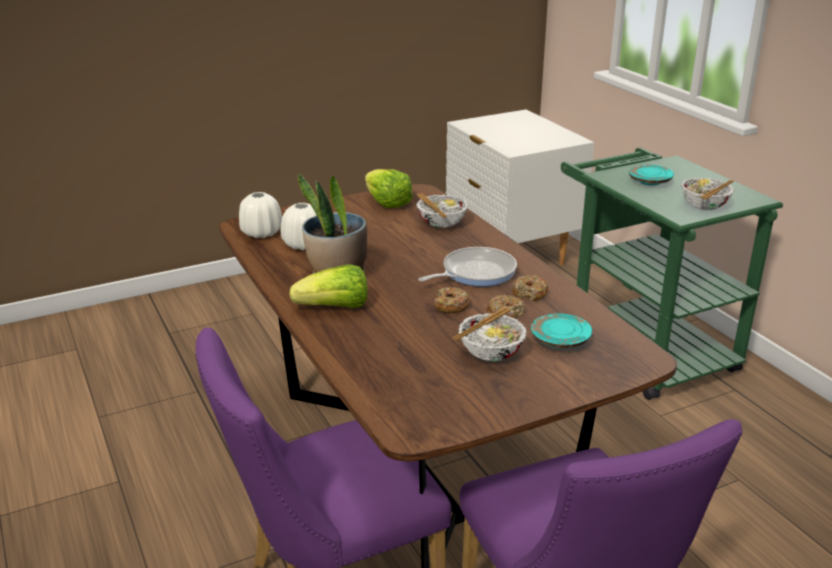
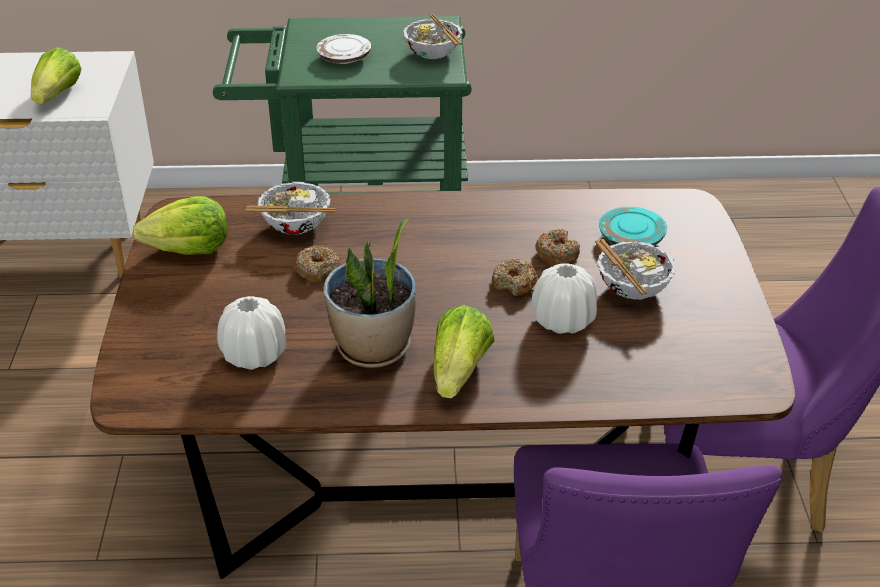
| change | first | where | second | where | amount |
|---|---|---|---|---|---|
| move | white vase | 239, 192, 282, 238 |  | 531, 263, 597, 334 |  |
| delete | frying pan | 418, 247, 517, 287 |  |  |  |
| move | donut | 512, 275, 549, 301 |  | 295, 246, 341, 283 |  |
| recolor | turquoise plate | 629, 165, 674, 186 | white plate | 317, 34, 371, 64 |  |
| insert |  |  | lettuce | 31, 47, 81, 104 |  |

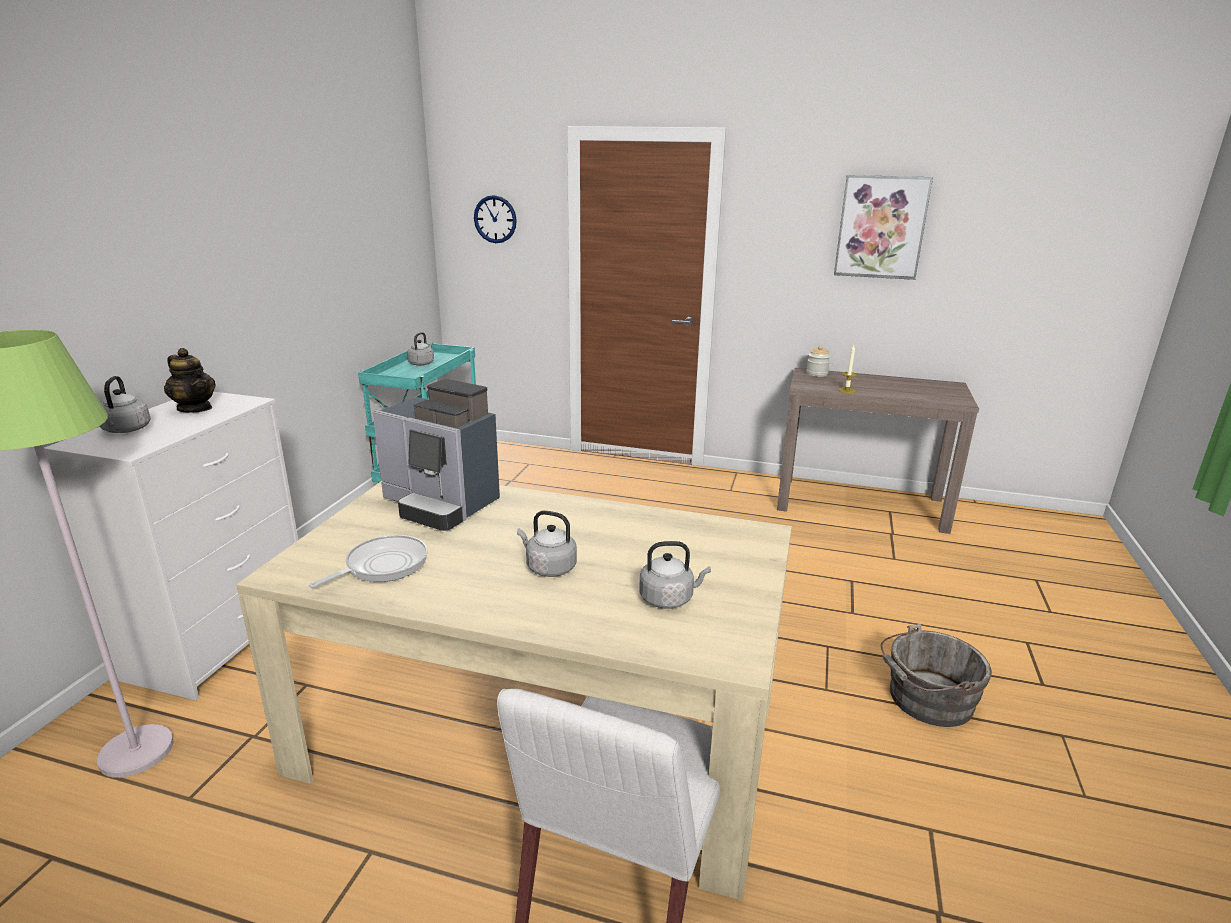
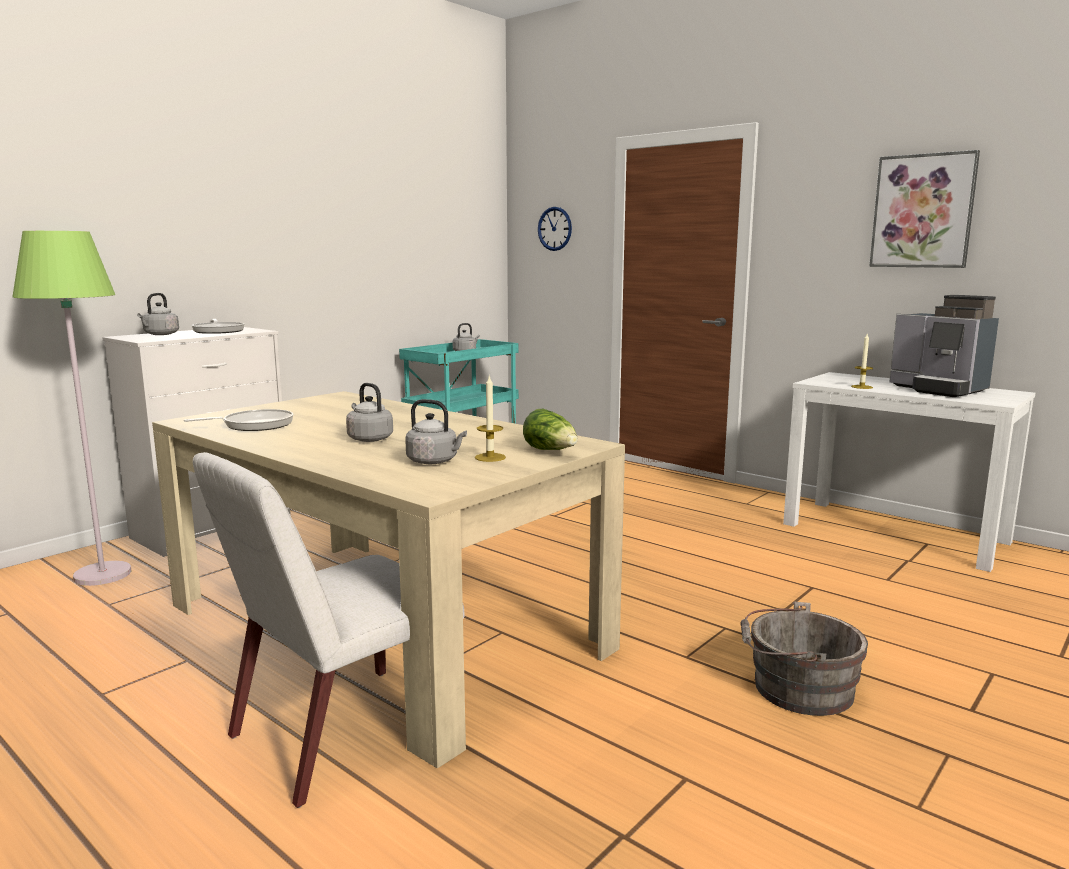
| change | first | where | second | where | amount |
|---|---|---|---|---|---|
| replace | teapot | 164, 348, 216, 413 | frying pan | 192, 319, 244, 334 |  |
| move | coffee machine | 373, 379, 500, 531 |  | 890, 295, 999, 397 |  |
| recolor | brown console table | 777, 368, 979, 534 | white console table | 783, 372, 1035, 572 |  |
| delete | jar | 806, 346, 830, 377 |  |  |  |
| insert |  |  | candle | 475, 376, 506, 462 |  |
| insert |  |  | lettuce | 523, 409, 578, 450 |  |

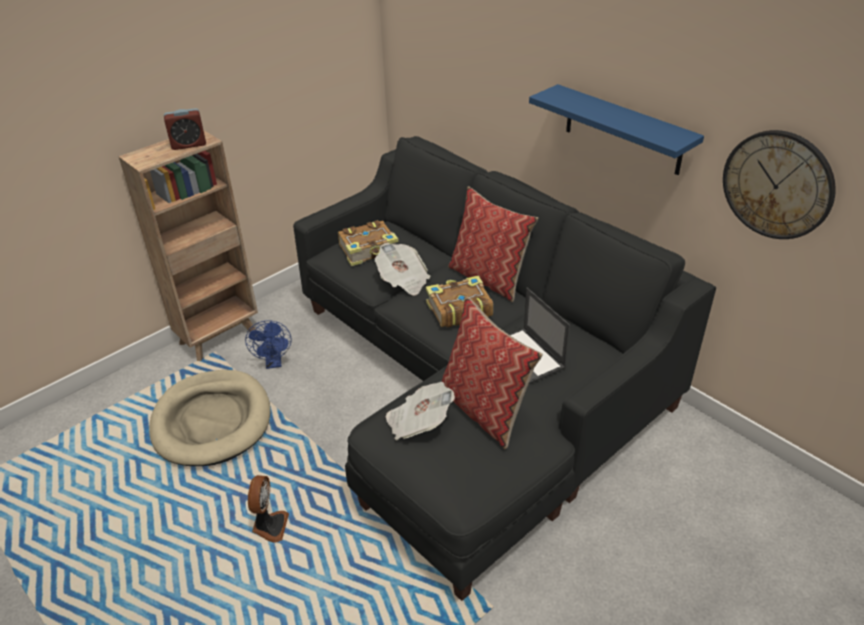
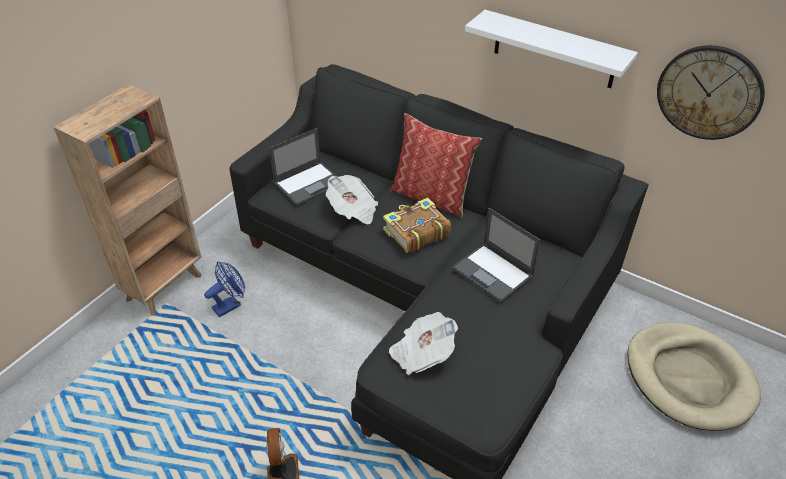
| change | first | where | second | where | amount |
|---|---|---|---|---|---|
| move | beige dog bed | 149, 370, 270, 466 |  | 627, 322, 761, 431 |  |
| delete | alarm clock | 164, 108, 206, 150 |  |  |  |
| rotate | blue fan | 245, 320, 292, 369 |  | 204, 261, 245, 317 | 105 degrees counterclockwise |
| replace | book | 338, 220, 399, 266 | laptop | 269, 128, 337, 206 |  |
| delete | pillow | 441, 296, 543, 449 |  |  |  |
| recolor | blue shelf | 529, 84, 704, 175 | white shelf | 465, 10, 638, 88 |  |

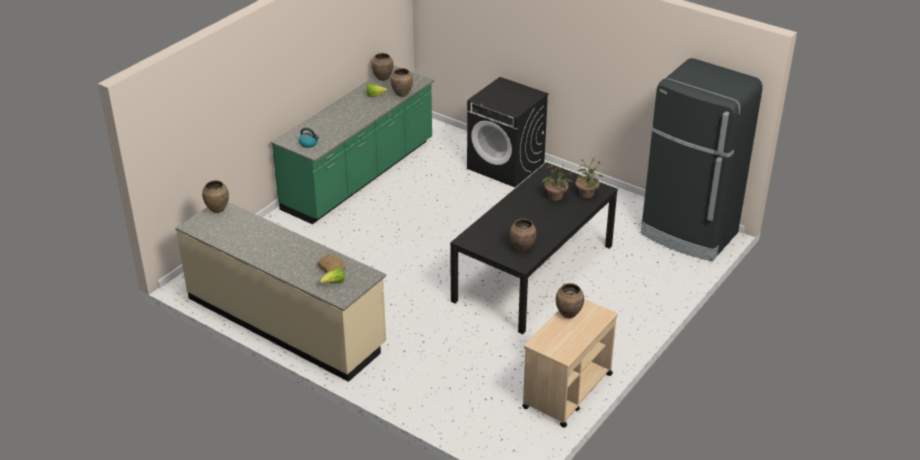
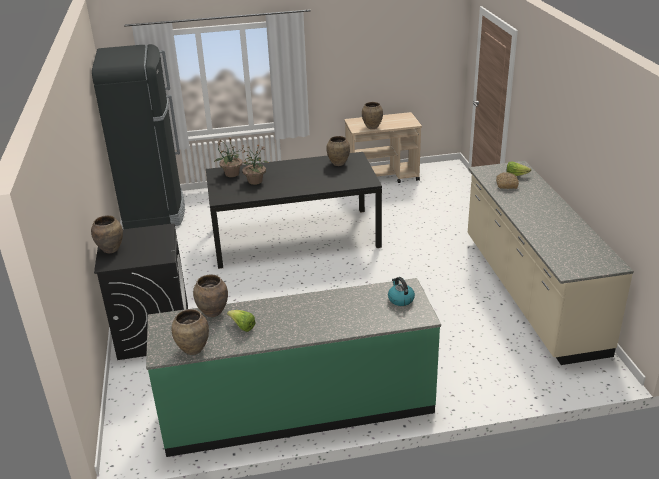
| change | first | where | second | where | amount |
|---|---|---|---|---|---|
| move | brown vase | 202, 180, 229, 213 |  | 91, 215, 123, 253 |  |

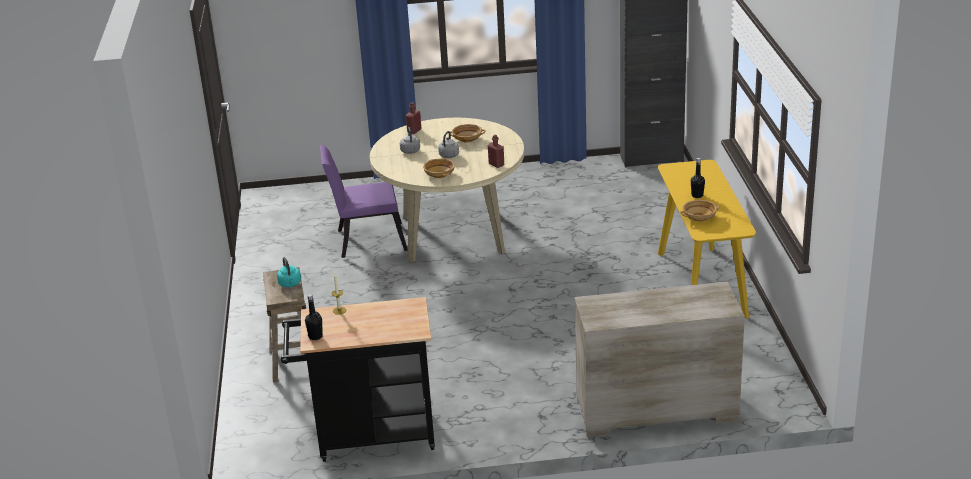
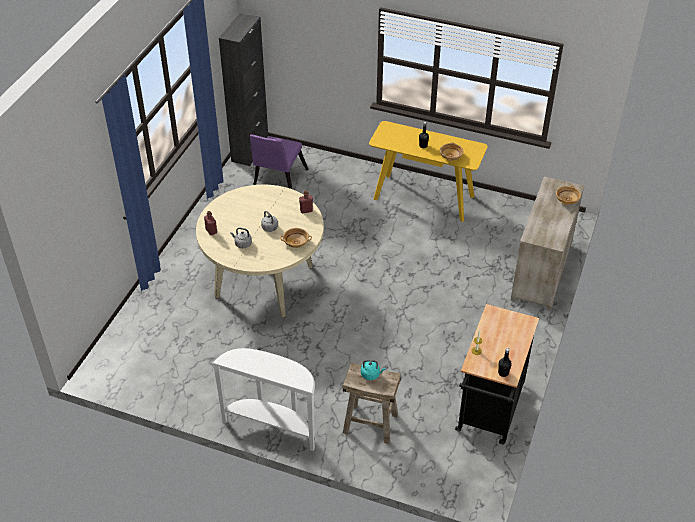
| change | first | where | second | where | amount |
|---|---|---|---|---|---|
| move | purple chair | 320, 145, 408, 258 |  | 250, 134, 308, 189 |  |
| move | beige bowl | 450, 124, 486, 143 |  | 556, 185, 581, 205 |  |
| insert |  |  | white console table | 212, 348, 315, 451 |  |

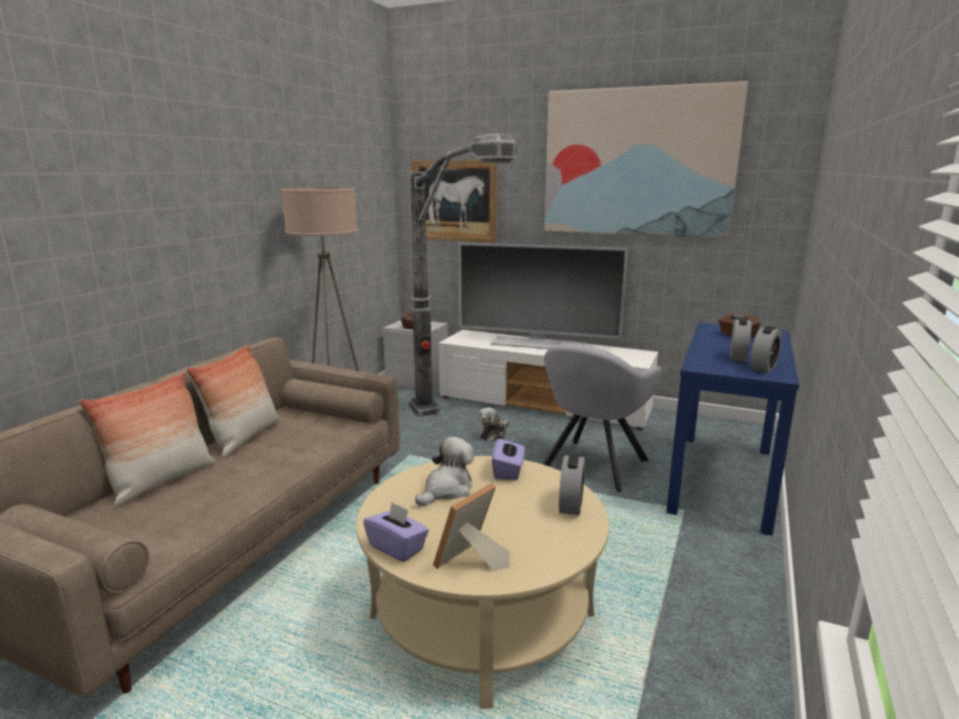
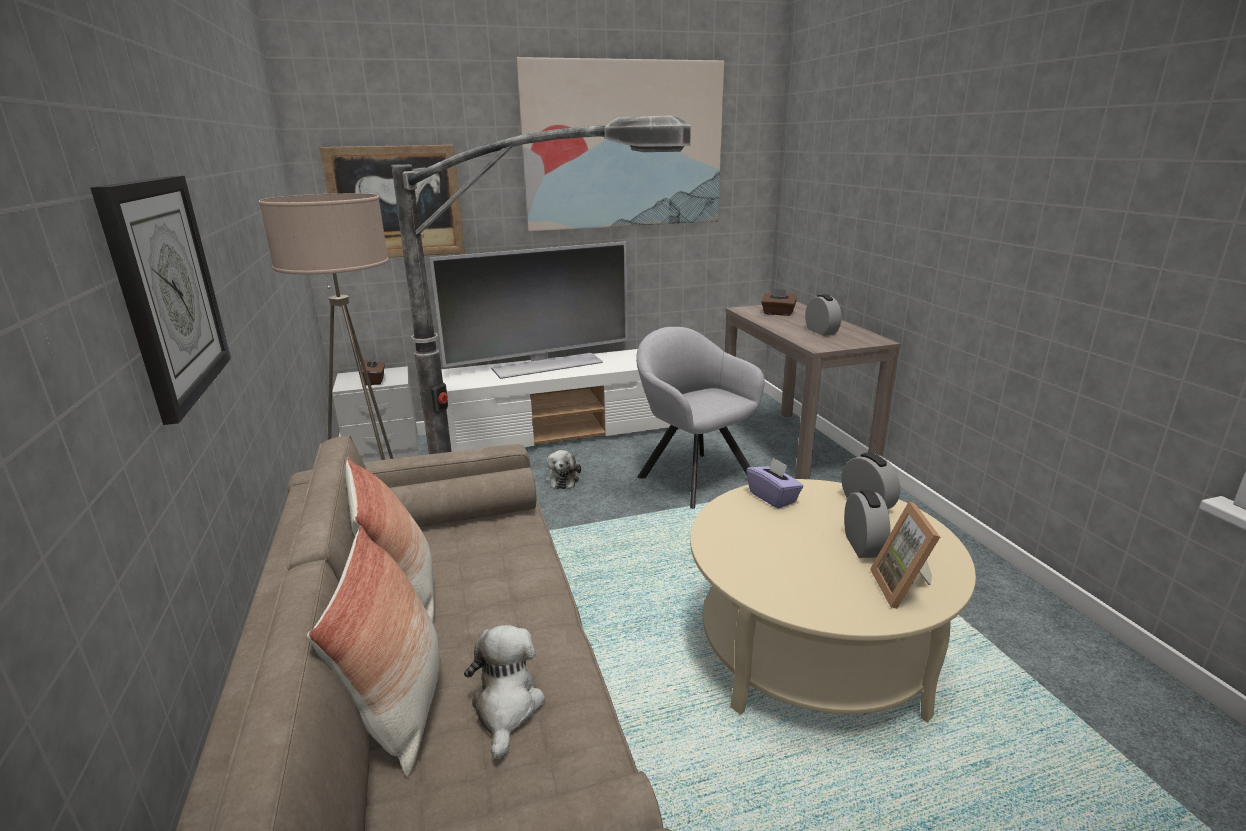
| change | first | where | second | where | amount |
|---|---|---|---|---|---|
| delete | purple tissue box | 363, 502, 429, 562 |  |  |  |
| move | plush toy | 415, 437, 474, 506 |  | 464, 625, 545, 760 |  |
| rotate | grey armchair | 543, 344, 662, 492 |  | 636, 327, 765, 509 | 150 degrees clockwise |
| recolor | blue console table | 666, 323, 799, 536 | brown console table | 725, 302, 901, 479 |  |
| move | alarm clock | 750, 326, 782, 373 |  | 844, 490, 891, 558 |  |
| insert |  |  | wall clock | 90, 176, 231, 425 |  |

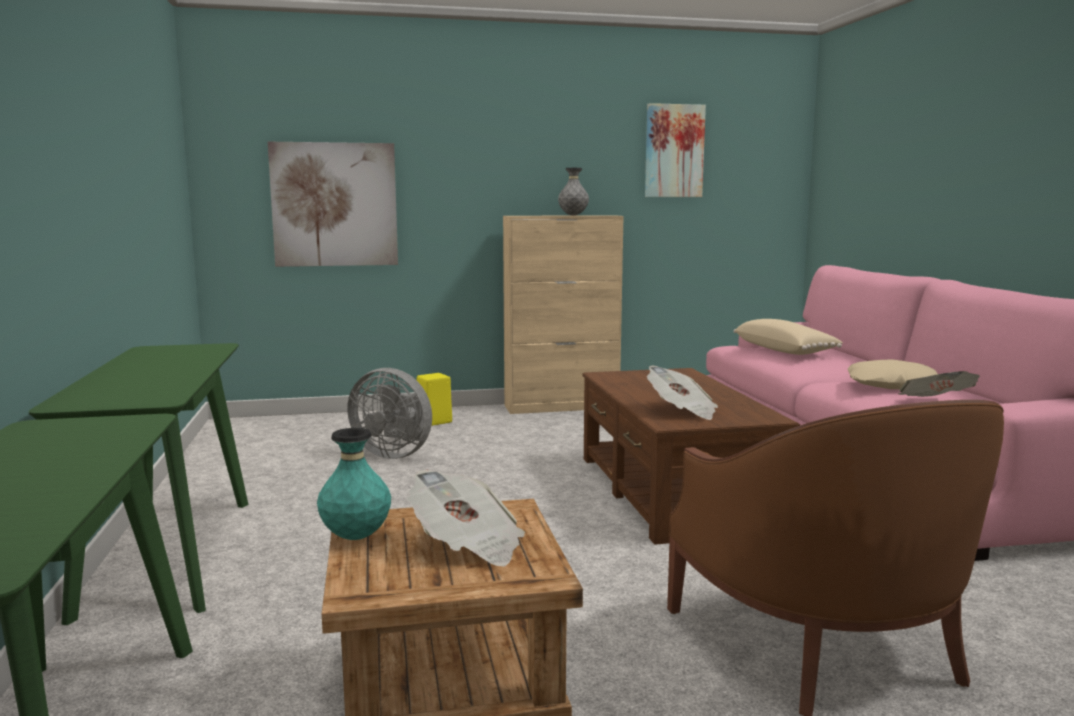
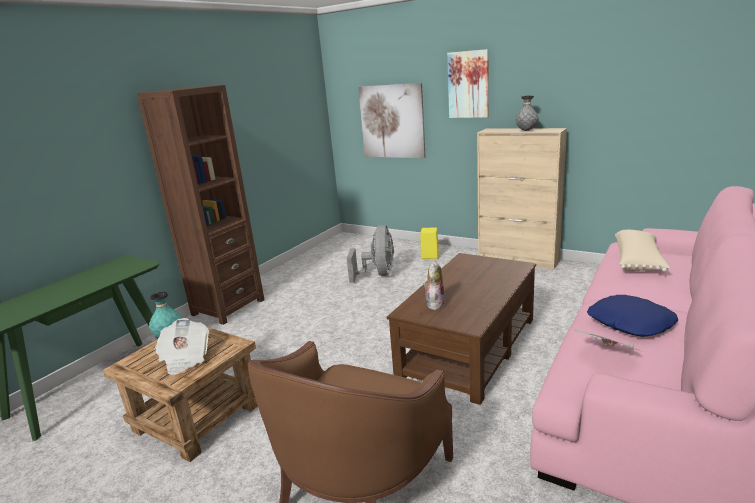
| change | first | where | second | where | amount |
|---|---|---|---|---|---|
| replace | green console table | 29, 343, 248, 625 | brown bookcase | 137, 85, 264, 325 |  |
| rotate | grey fan | 347, 368, 432, 459 |  | 347, 225, 394, 283 | 150 degrees counterclockwise |
| move | picture | 645, 103, 706, 197 |  | 447, 49, 489, 118 |  |
| replace | newspaper | 647, 366, 718, 420 | plush toy | 423, 261, 445, 310 |  |
| recolor | beige pillow | 848, 360, 938, 389 | blue pillow | 587, 295, 678, 337 |  |

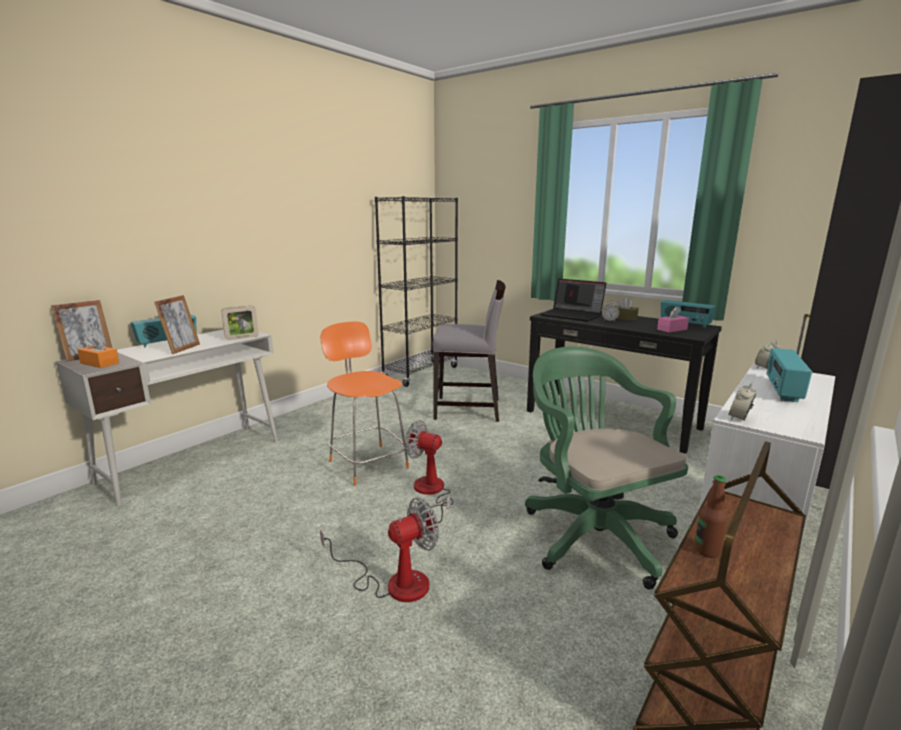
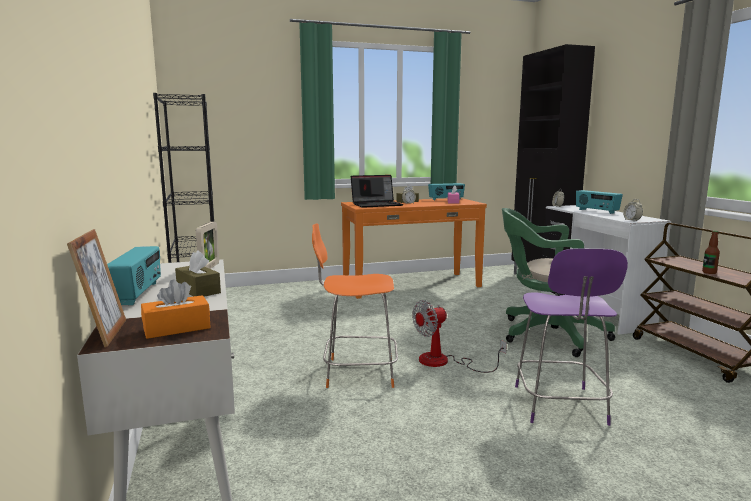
| change | first | where | second | where | amount |
|---|---|---|---|---|---|
| replace | picture frame | 154, 295, 200, 354 | brown tissue box | 175, 250, 221, 297 |  |
| replace | fan | 320, 498, 439, 602 | purple chair | 515, 248, 628, 426 |  |
| delete | grey chair | 433, 280, 505, 422 |  |  |  |
| recolor | black console table | 527, 309, 722, 454 | orange console table | 341, 198, 487, 299 |  |

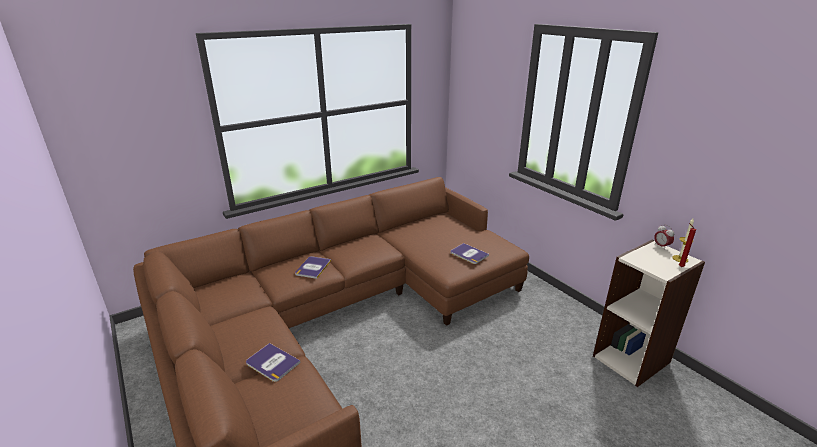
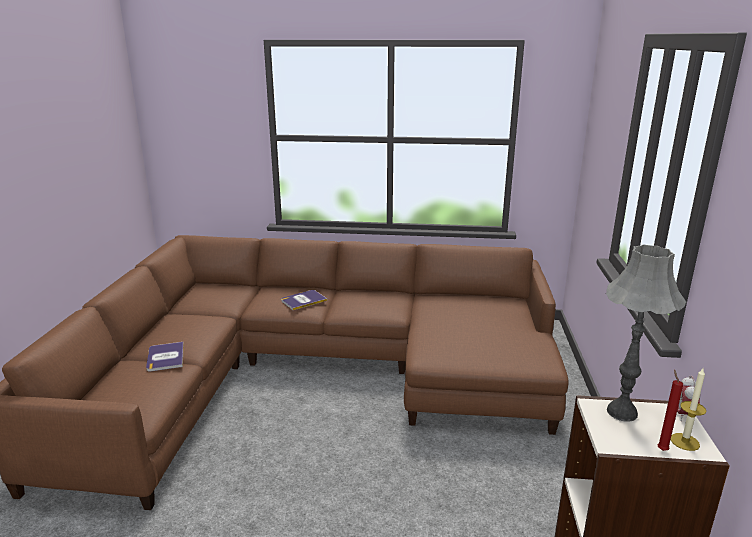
| change | first | where | second | where | amount |
|---|---|---|---|---|---|
| delete | book | 451, 243, 489, 264 |  |  |  |
| insert |  |  | grey table lamp | 606, 245, 686, 422 |  |

